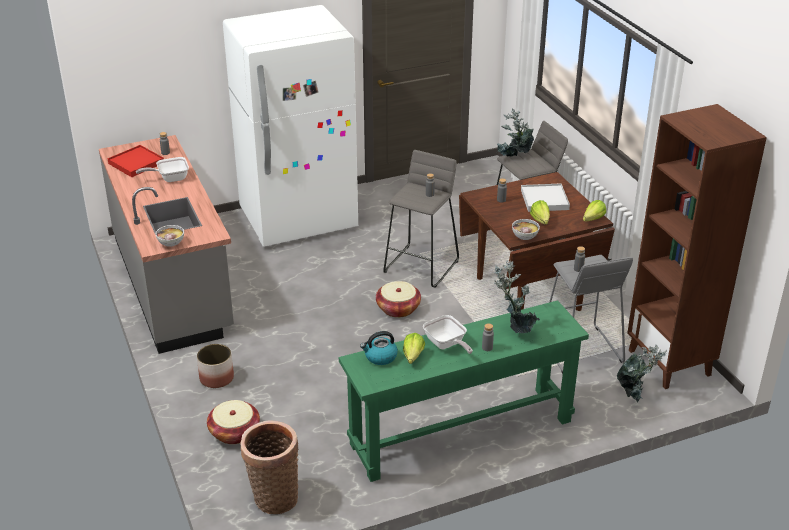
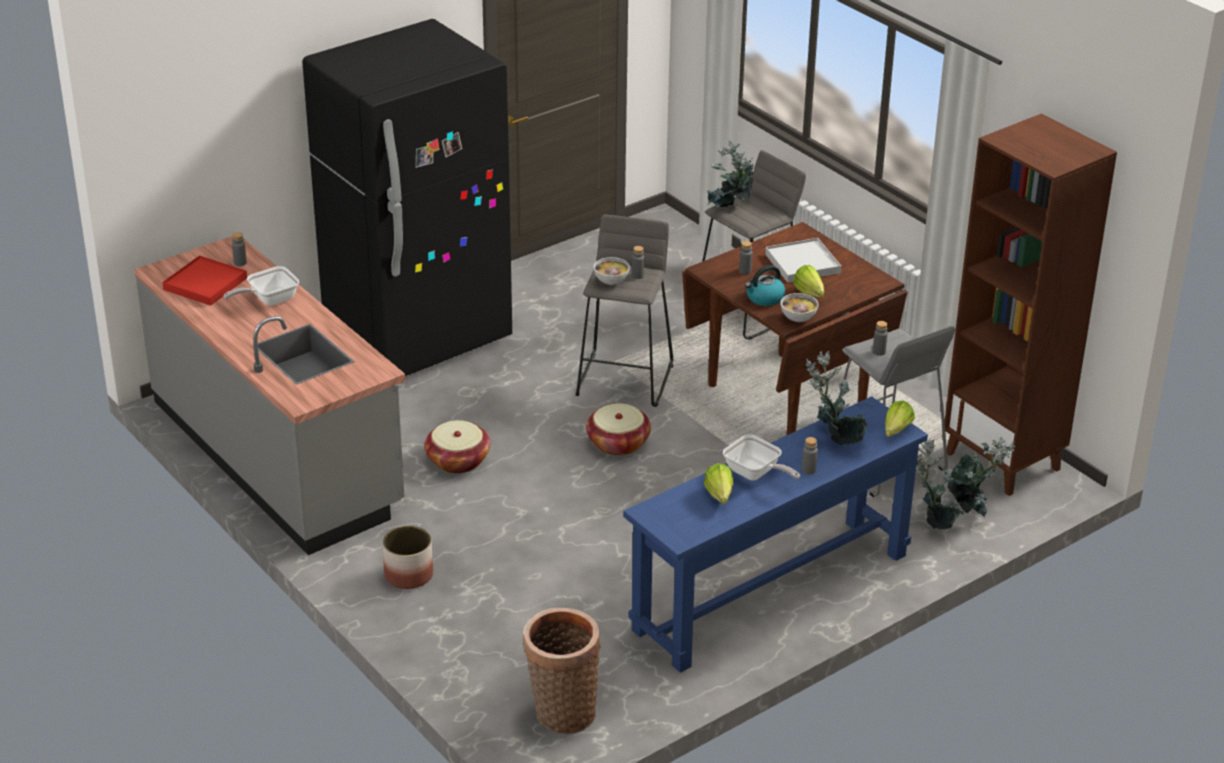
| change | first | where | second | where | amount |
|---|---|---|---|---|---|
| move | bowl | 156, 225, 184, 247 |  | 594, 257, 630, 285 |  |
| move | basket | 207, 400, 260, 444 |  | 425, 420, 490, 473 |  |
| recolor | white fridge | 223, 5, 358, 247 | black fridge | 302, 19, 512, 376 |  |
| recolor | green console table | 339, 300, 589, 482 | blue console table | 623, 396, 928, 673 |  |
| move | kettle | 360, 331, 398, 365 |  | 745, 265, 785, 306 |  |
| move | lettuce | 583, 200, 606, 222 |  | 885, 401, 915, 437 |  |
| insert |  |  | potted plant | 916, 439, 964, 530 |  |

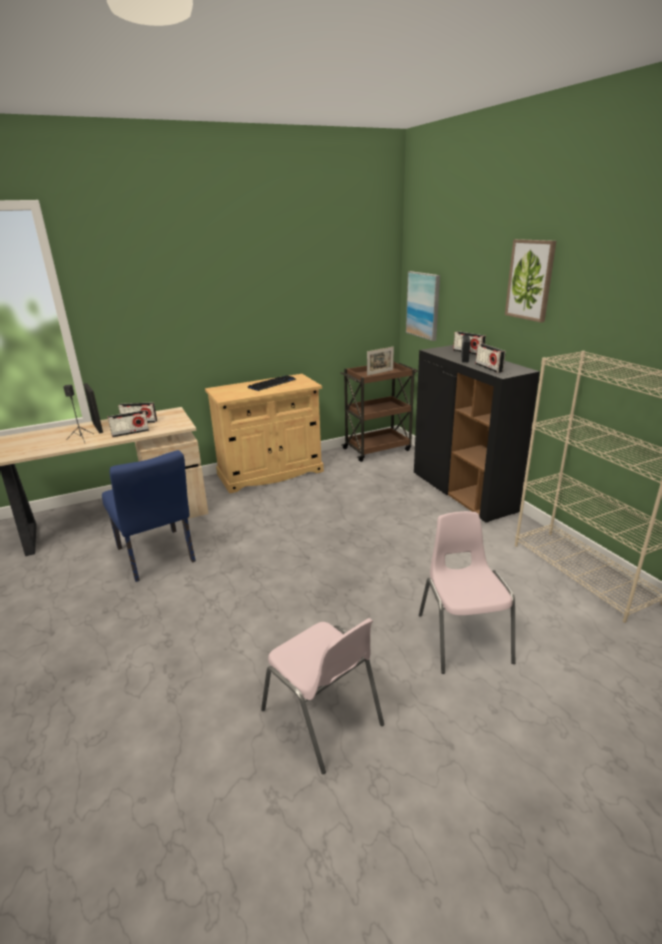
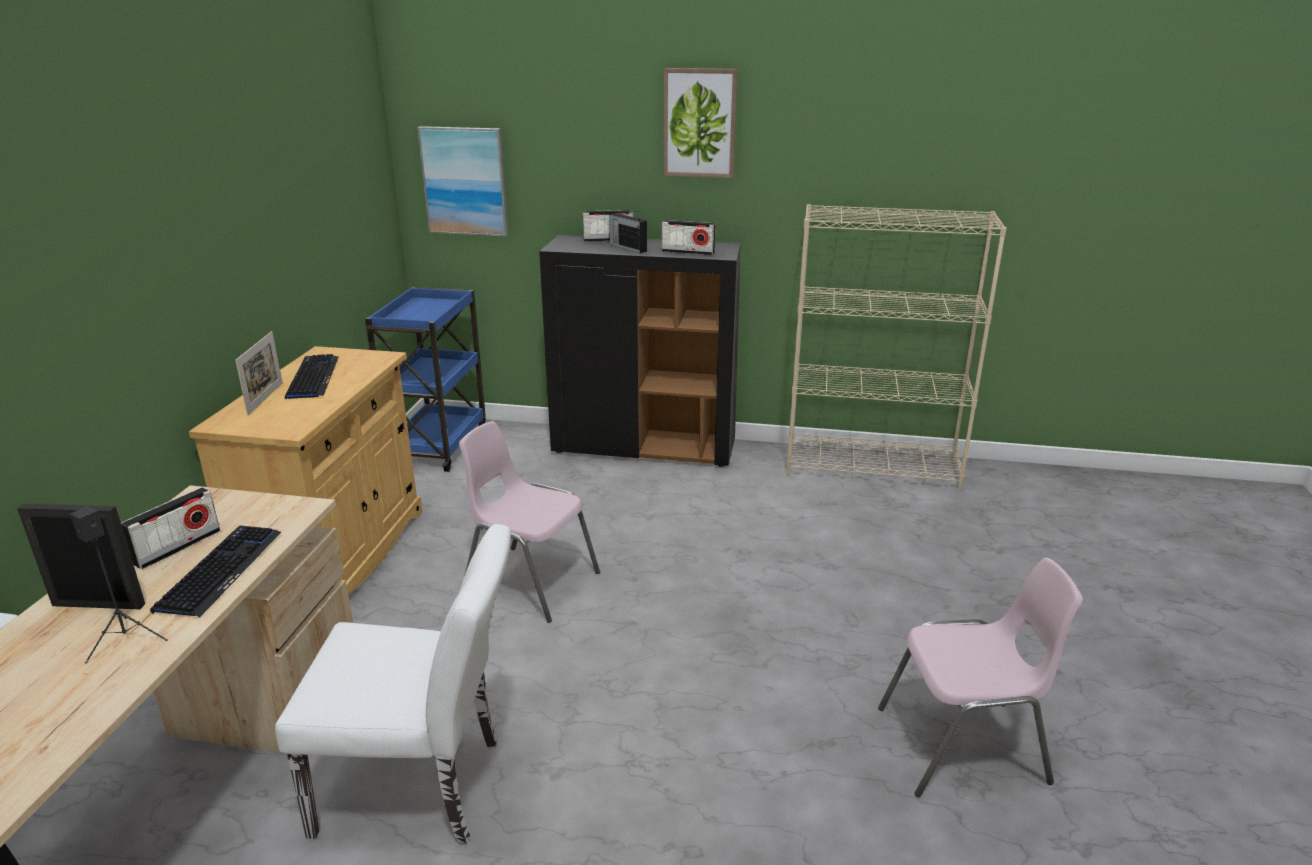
| change | first | where | second | where | amount |
|---|---|---|---|---|---|
| recolor | blue chair | 102, 450, 196, 582 | white chair | 275, 524, 511, 844 |  |
| replace | radio | 108, 410, 149, 437 | keyboard | 150, 525, 281, 617 |  |
| recolor | brown cart | 340, 361, 418, 462 | blue cart | 365, 287, 486, 472 |  |
| move | picture frame | 367, 346, 394, 376 |  | 235, 331, 283, 415 |  |
| move | pink chair | 419, 511, 515, 674 |  | 459, 421, 600, 623 |  |

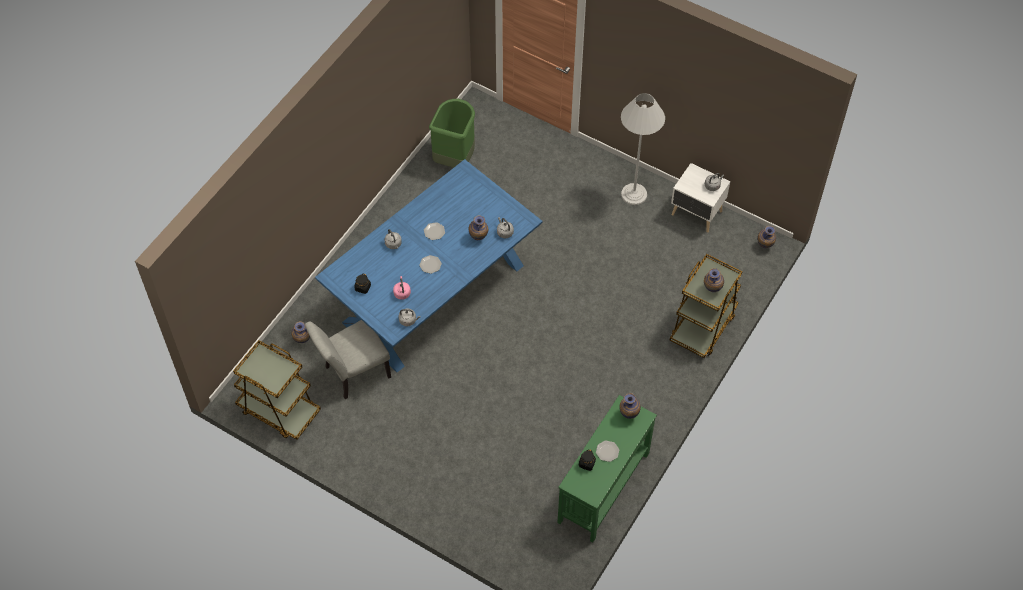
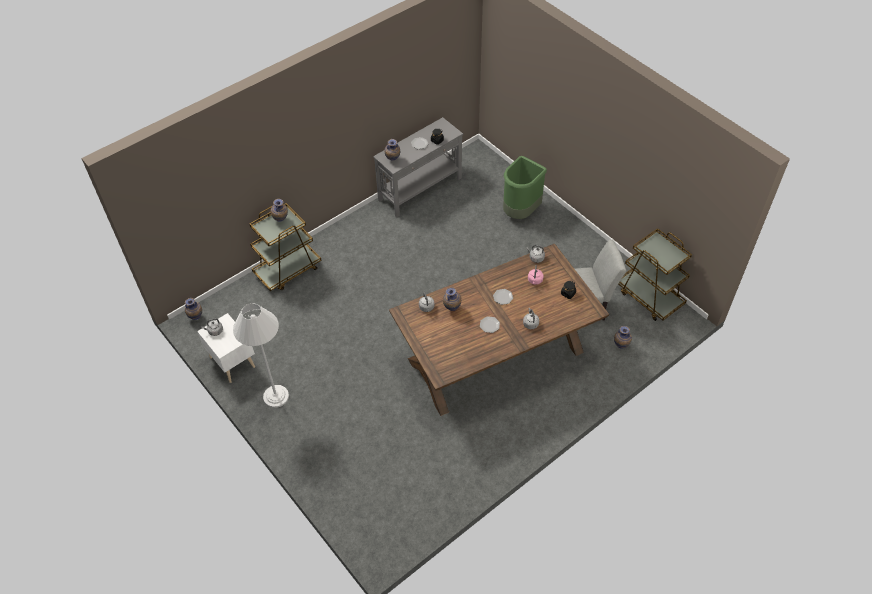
| change | first | where | second | where | amount |
|---|---|---|---|---|---|
| recolor | blue dining table | 315, 159, 543, 373 | brown dining table | 389, 243, 609, 416 |  |
| move | green trash can | 429, 99, 475, 168 |  | 503, 156, 547, 219 |  |
| recolor | green console table | 557, 395, 657, 543 | grey console table | 373, 117, 463, 217 |  |

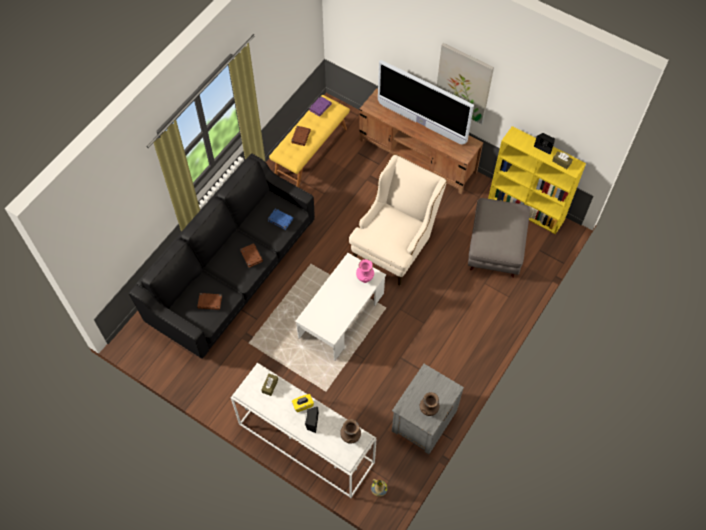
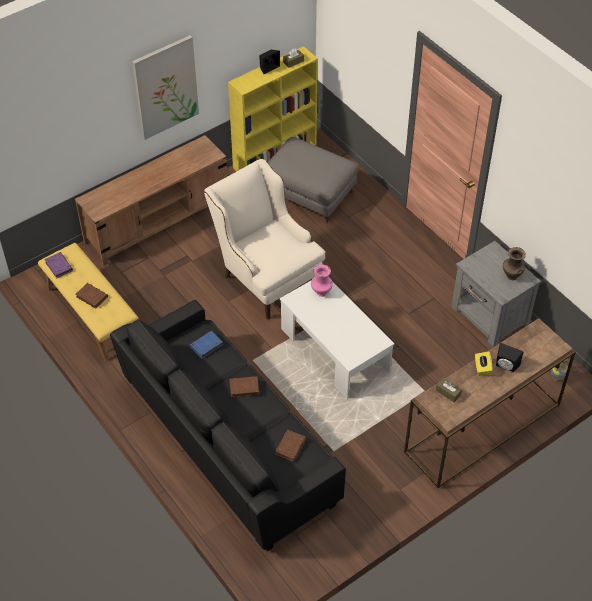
| change | first | where | second | where | amount |
|---|---|---|---|---|---|
| recolor | white console table | 231, 363, 377, 498 | brown console table | 404, 318, 576, 488 |  |
| delete | brown vase | 340, 419, 361, 444 |  |  |  |
| delete | television | 378, 60, 474, 145 |  |  |  |

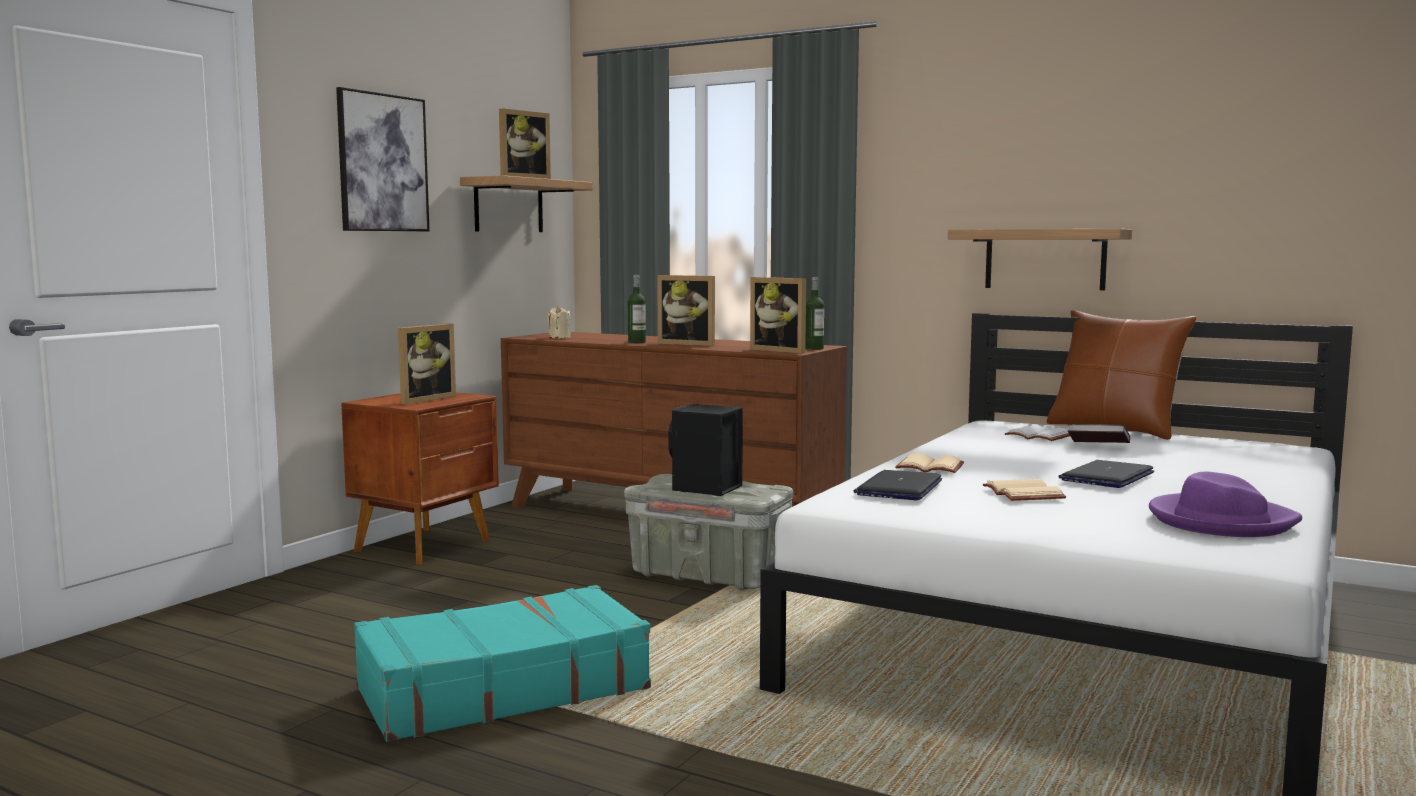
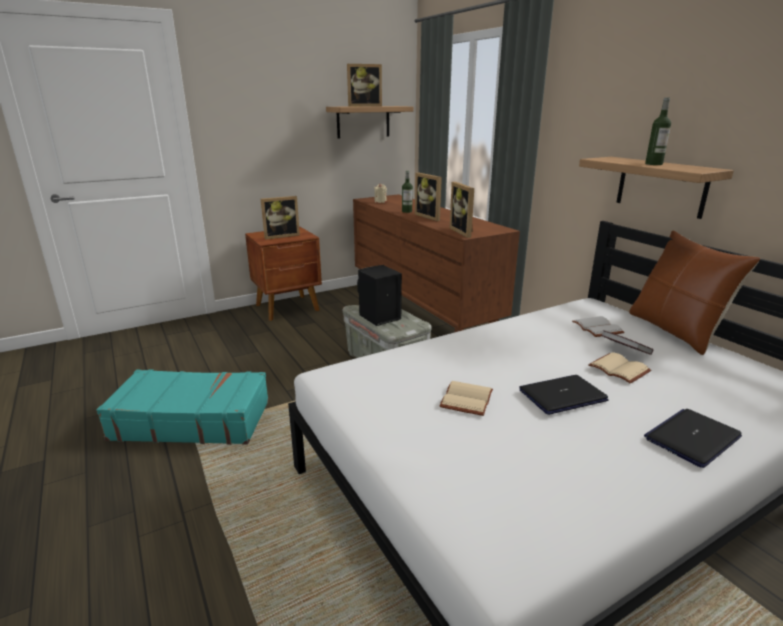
| change | first | where | second | where | amount |
|---|---|---|---|---|---|
| delete | picture | 336, 87, 430, 231 |  |  |  |
| move | bottle | 805, 277, 824, 350 |  | 645, 98, 671, 165 |  |
| move | laptop | 853, 470, 942, 500 |  | 644, 409, 742, 468 |  |
| move | beige book | 895, 453, 964, 473 |  | 588, 352, 651, 384 |  |
| delete | purple hat | 1149, 472, 1302, 537 |  |  |  |

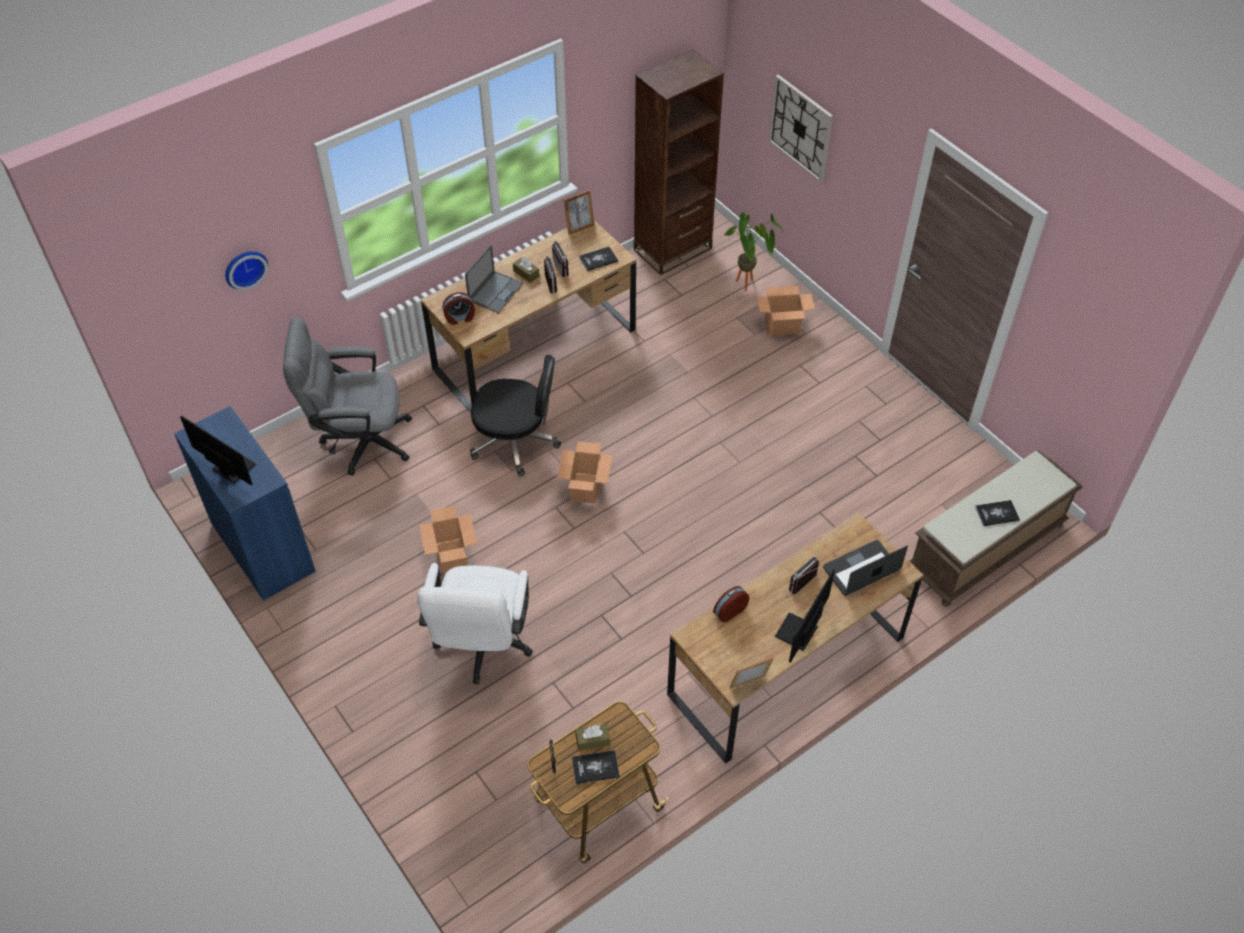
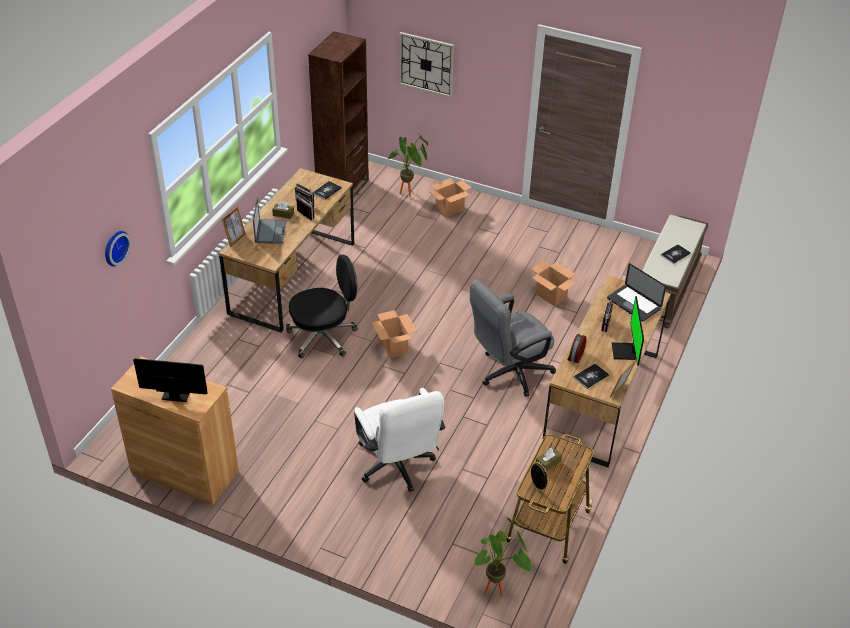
| change | first | where | second | where | amount |
|---|---|---|---|---|---|
| recolor | blue cabinet | 174, 406, 316, 601 | brown cabinet | 111, 356, 239, 505 |  |
| move | grey office chair | 283, 317, 412, 475 |  | 470, 279, 556, 397 |  |
| move | cardboard box | 419, 506, 477, 573 |  | 531, 261, 576, 306 |  |
| delete | alarm clock | 442, 292, 475, 325 |  |  |  |
| move | picture frame | 564, 190, 595, 235 |  | 222, 207, 246, 247 |  |
| move | book | 572, 750, 620, 784 |  | 573, 364, 609, 389 |  |
| rotate | laptop | 823, 540, 908, 596 |  | 607, 263, 666, 321 | 75 degrees counterclockwise |
| insert |  |  | potted plant | 473, 517, 532, 597 |  |

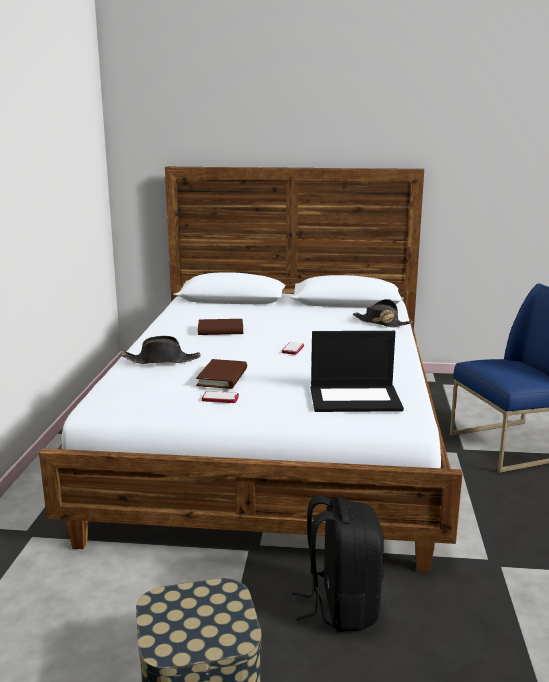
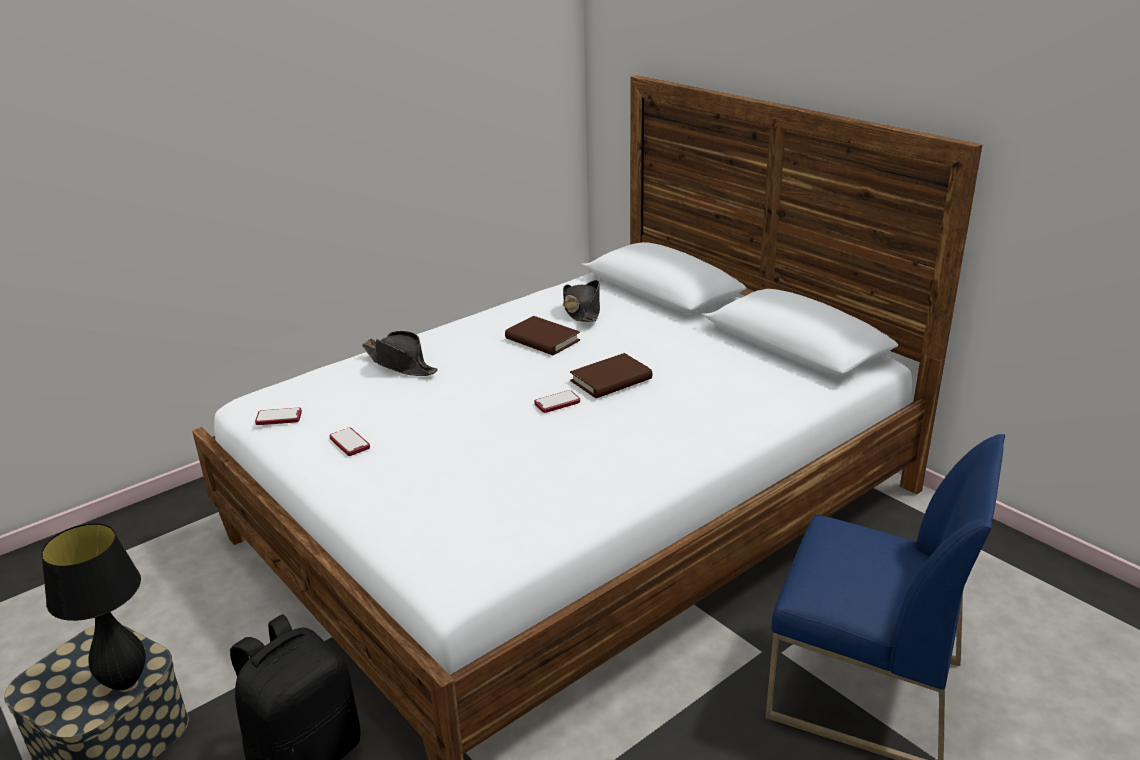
| change | first | where | second | where | amount |
|---|---|---|---|---|---|
| move | brown book | 196, 359, 247, 389 |  | 570, 353, 652, 398 |  |
| delete | laptop | 311, 331, 404, 412 |  |  |  |
| move | black hat | 353, 299, 413, 327 |  | 563, 280, 600, 322 |  |
| insert |  |  | black table lamp | 41, 523, 146, 690 |  |
| insert |  |  | phone | 255, 408, 302, 425 |  |

